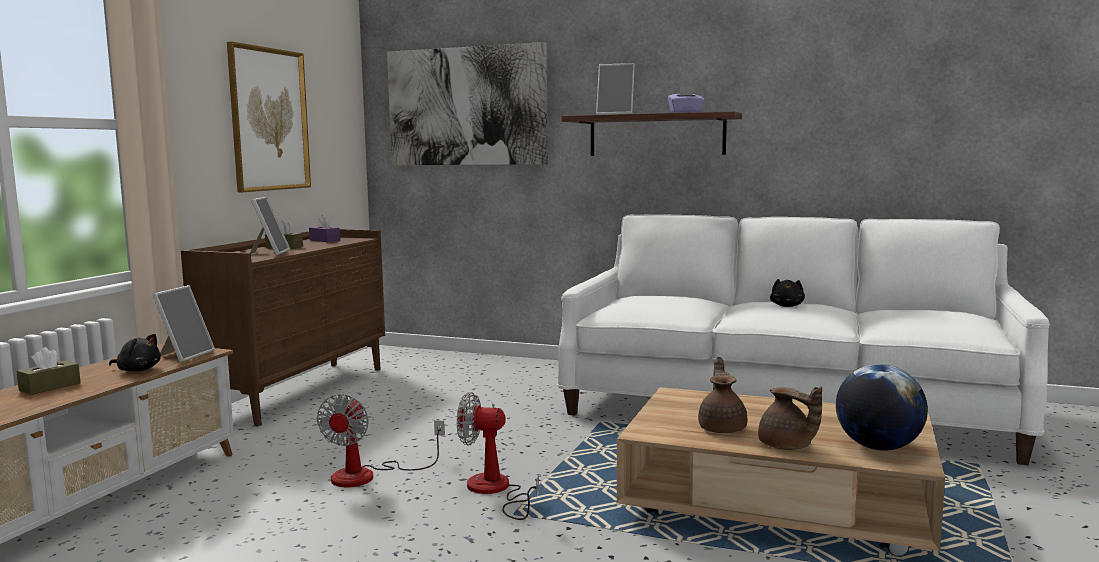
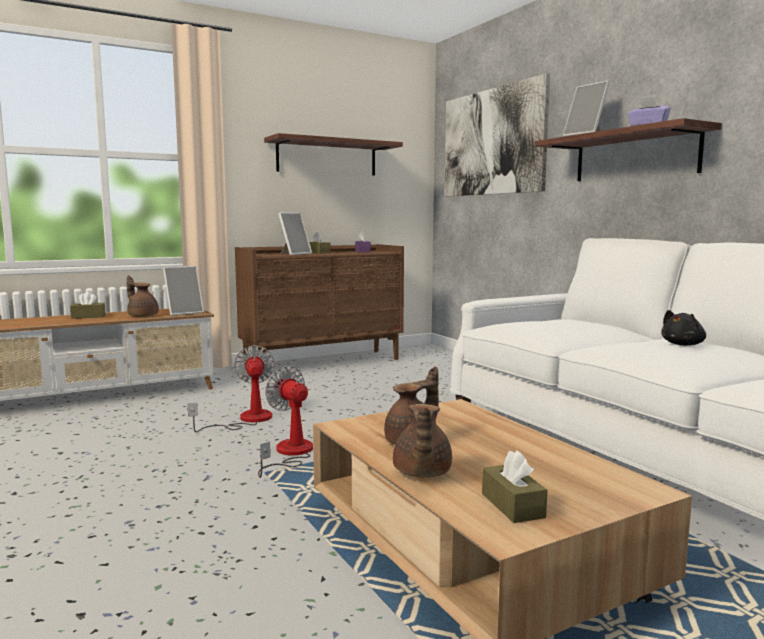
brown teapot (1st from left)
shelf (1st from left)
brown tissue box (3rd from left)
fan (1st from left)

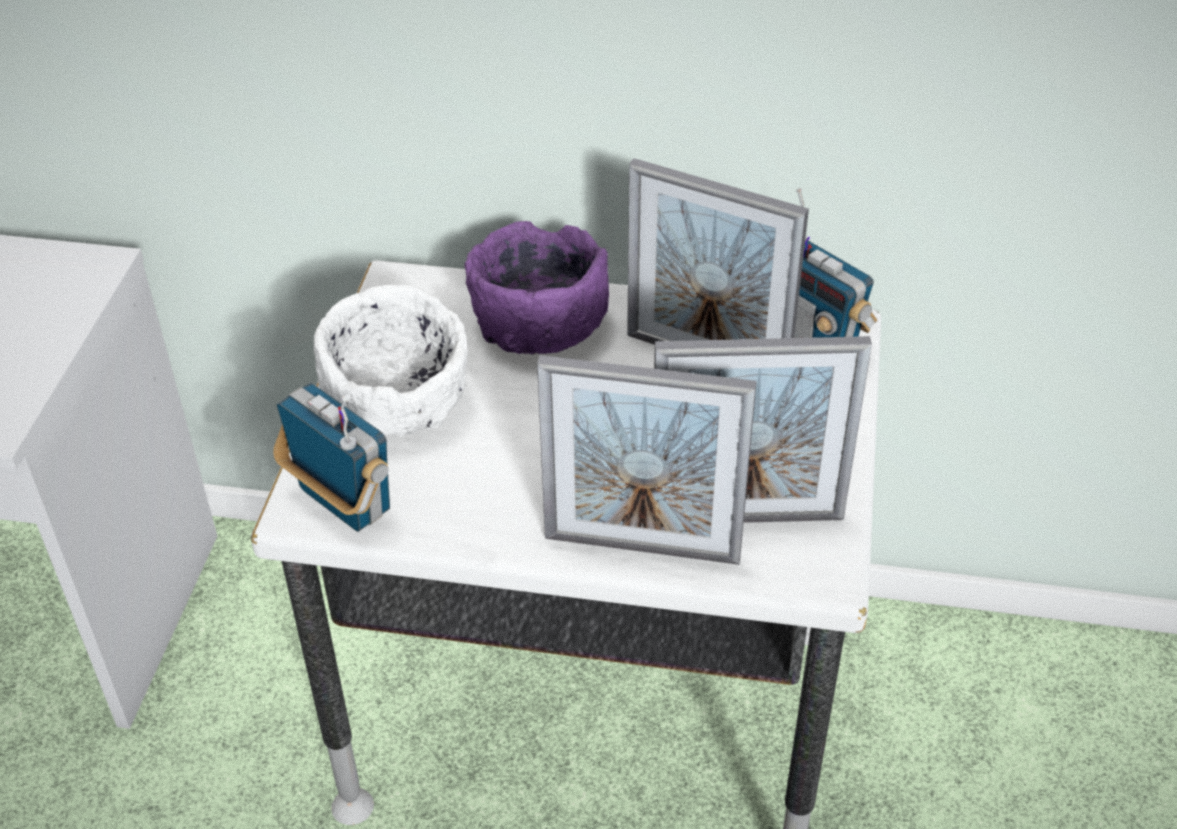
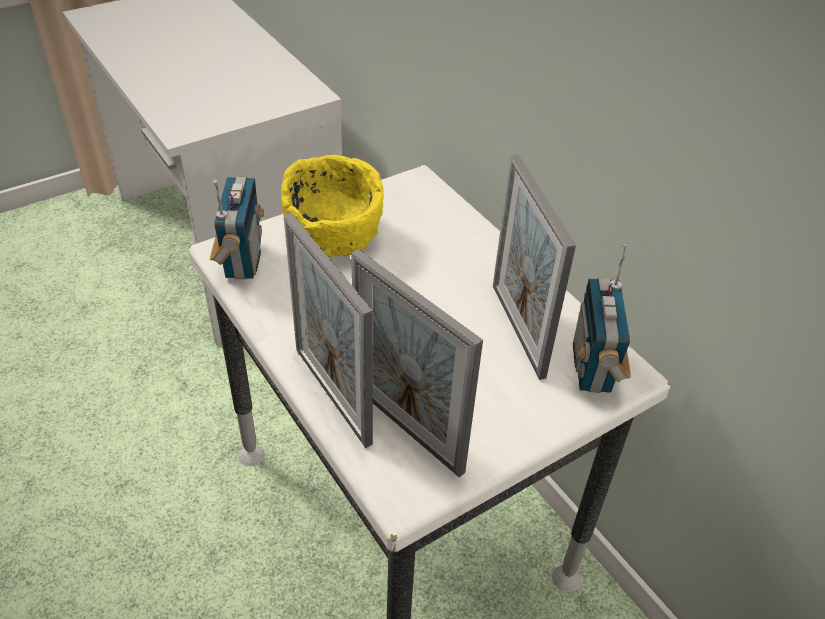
purple bowl
yellow bowl

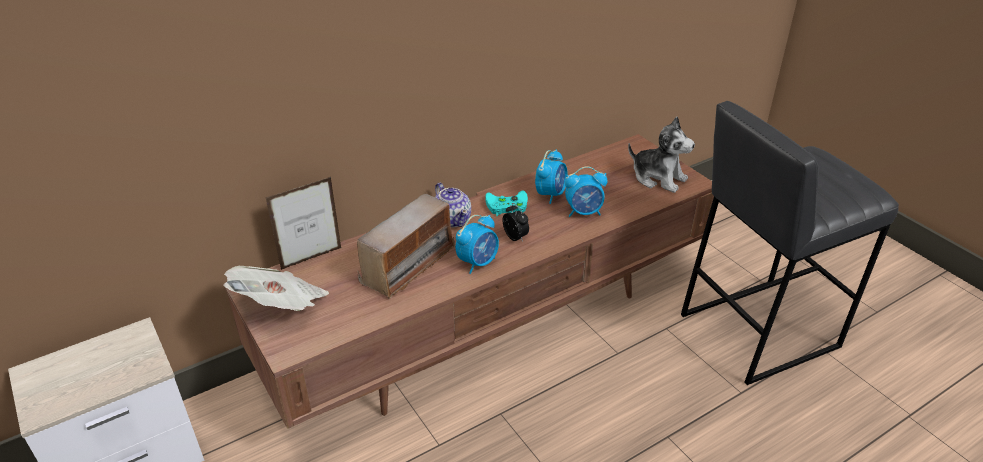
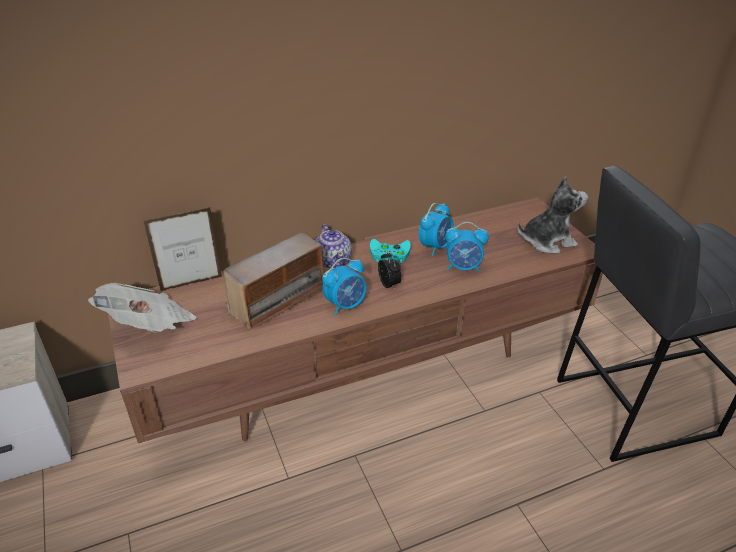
plush toy

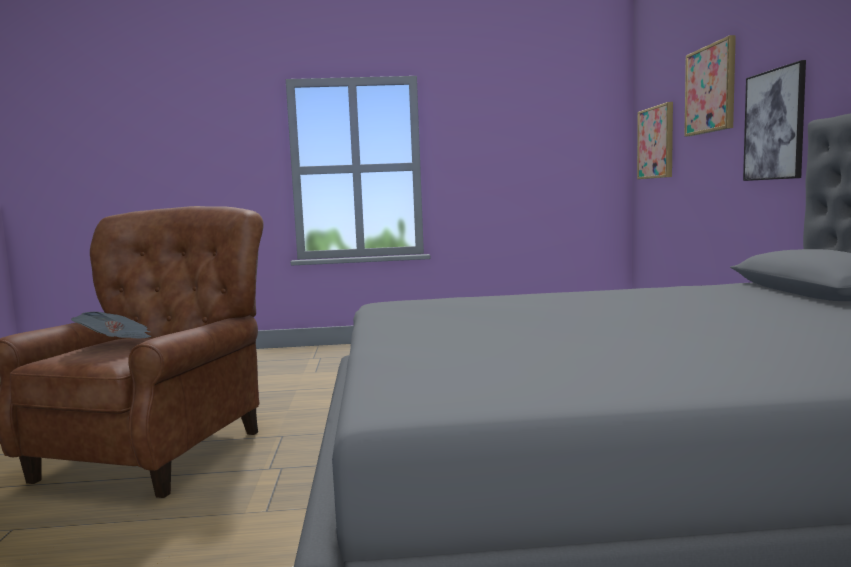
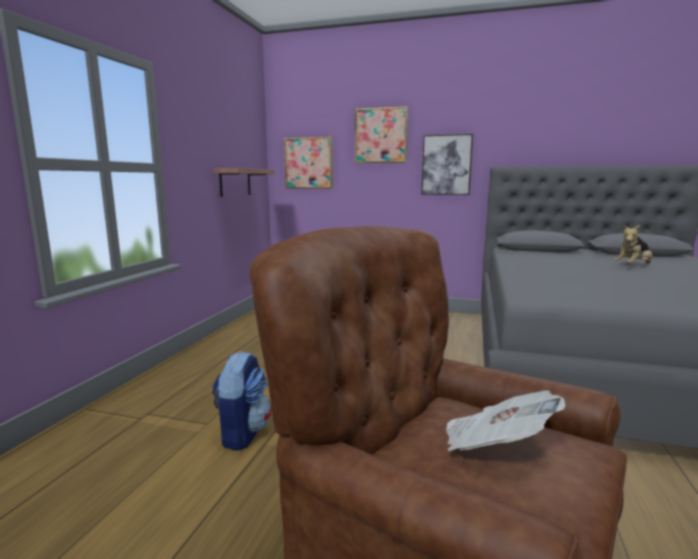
backpack
shelf
plush toy

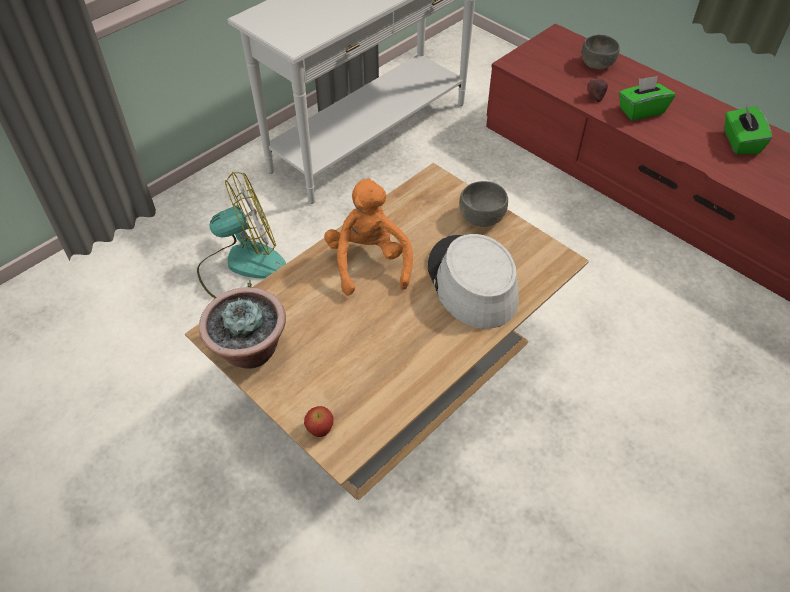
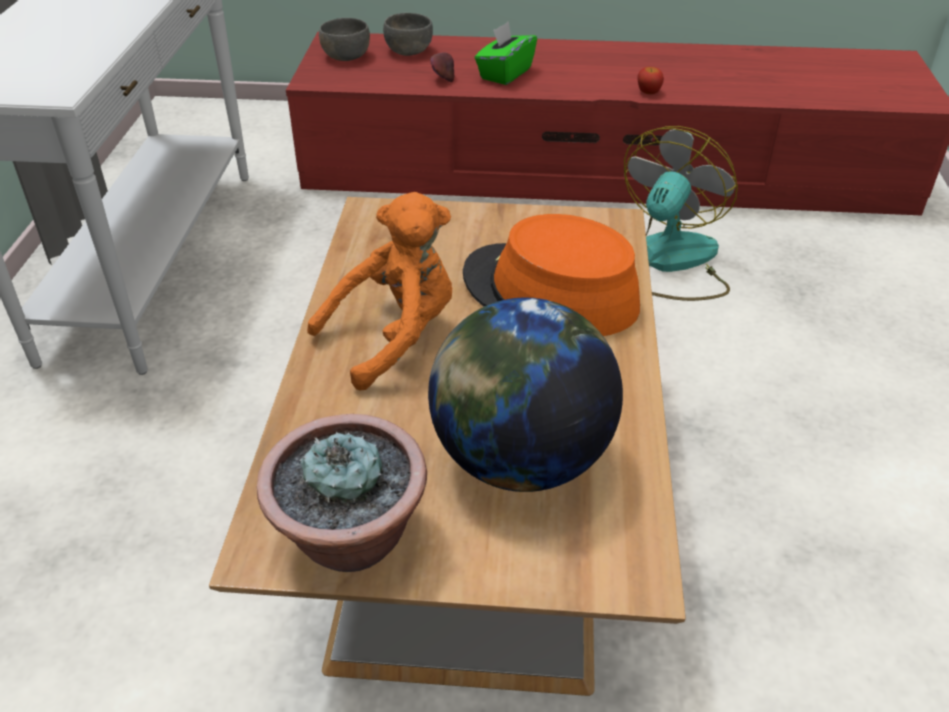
green tissue box (2nd from left in the first image)
globe
fan
apple (2nd from left)
grey bowl (1st from left)
orange hat
orange plush toy

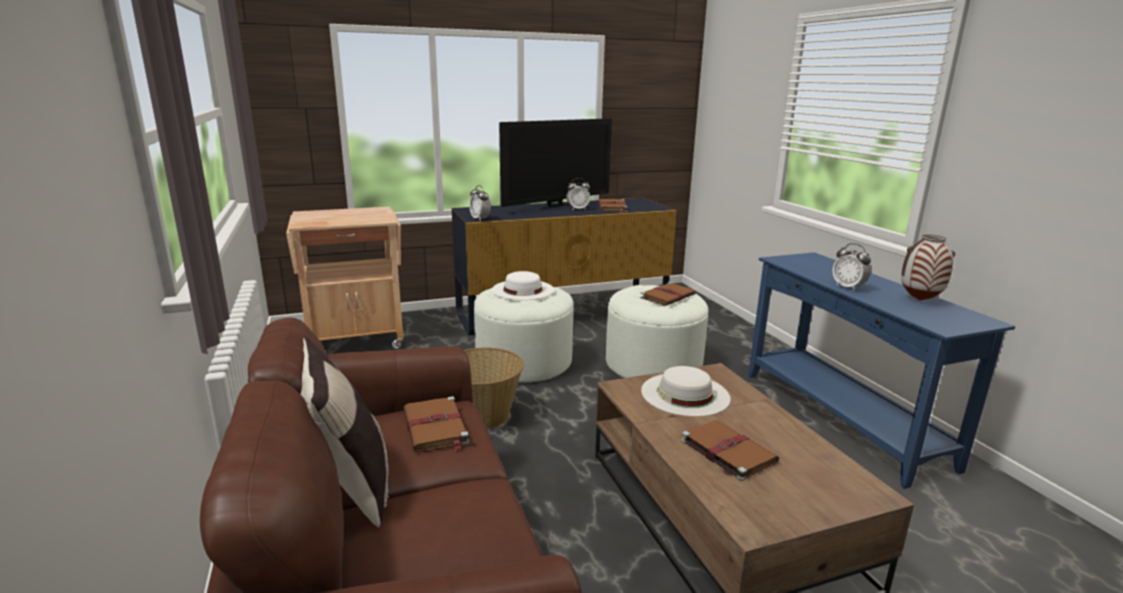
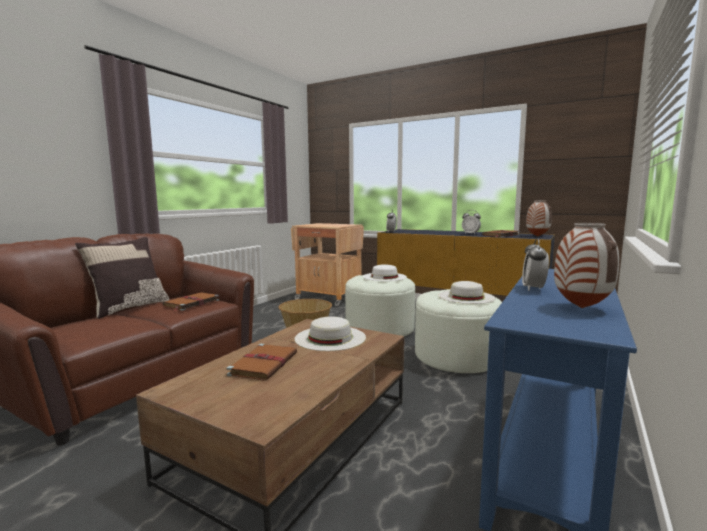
television
vase (1st from left)
white hat (3rd from left)

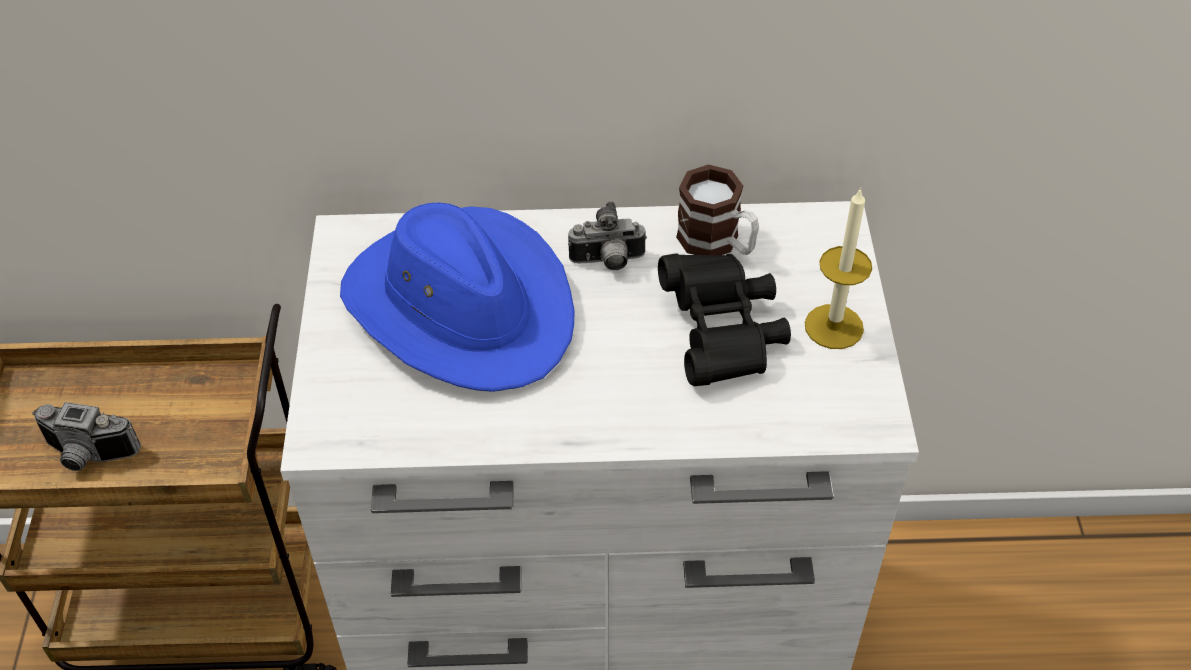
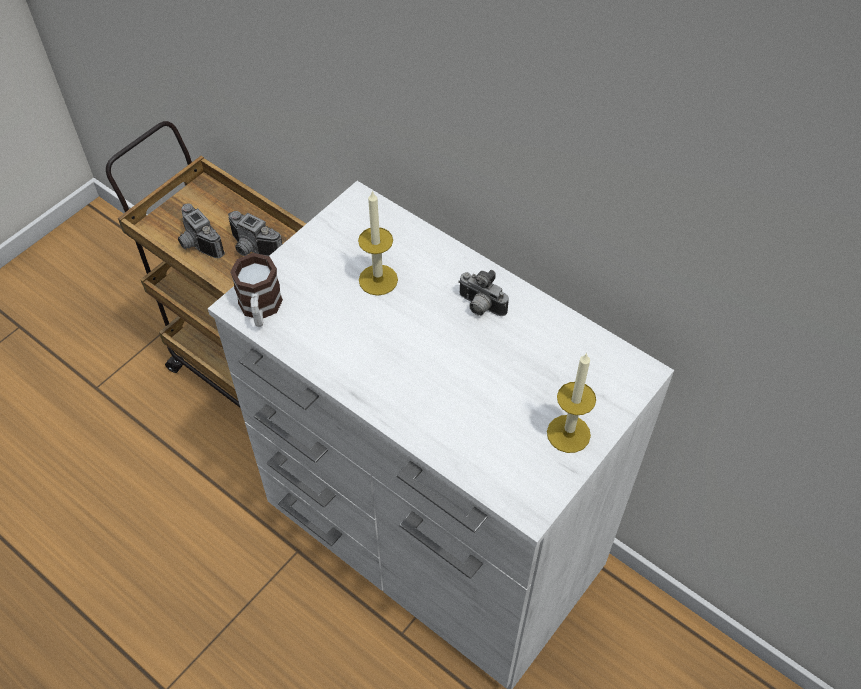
black binoculars
photo camera (2nd from left)
mug
candle (1st from left)

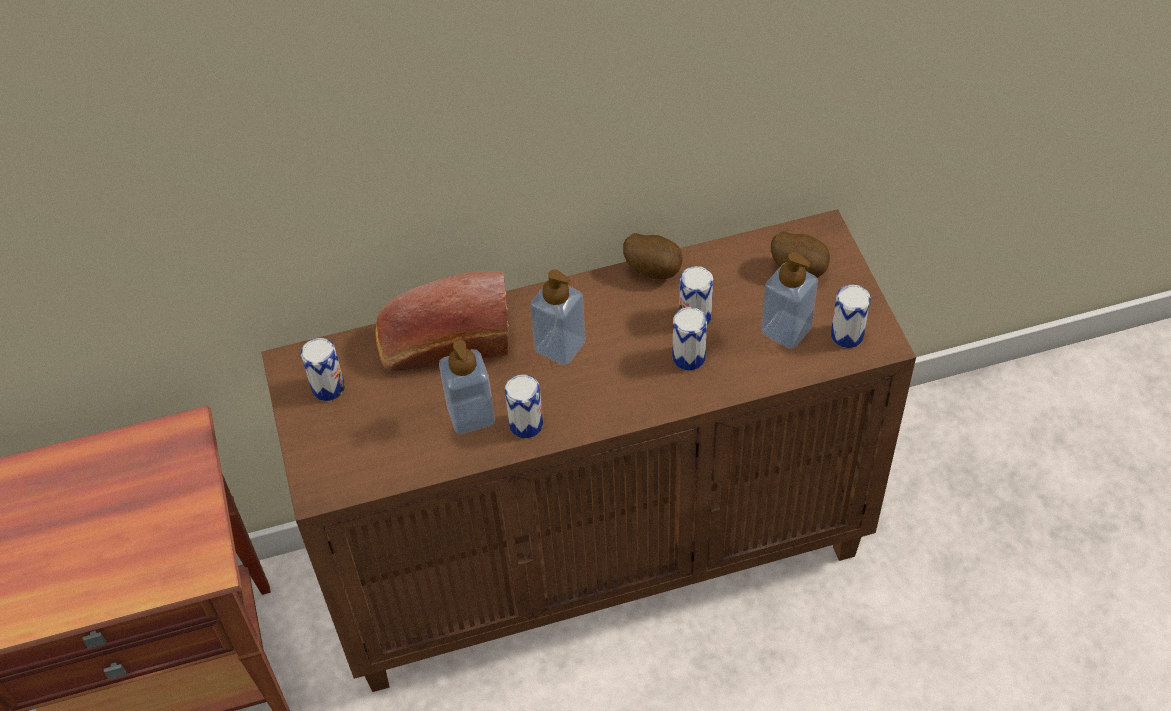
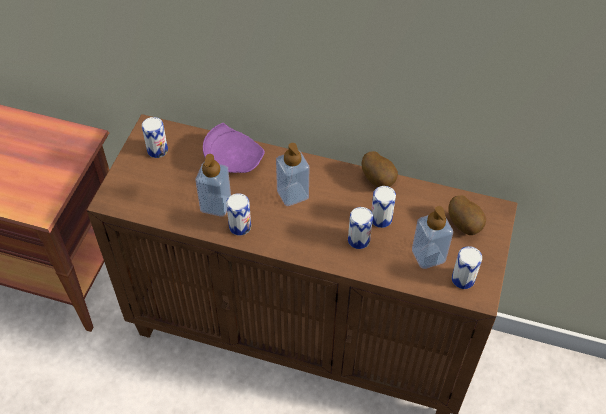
purple plate

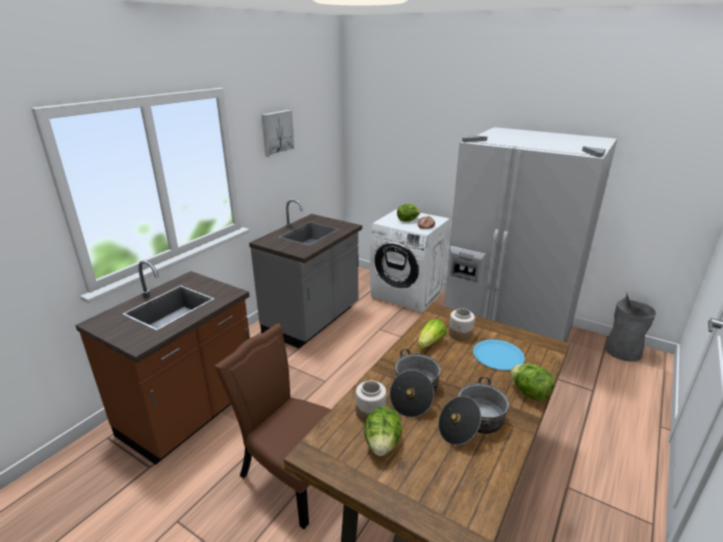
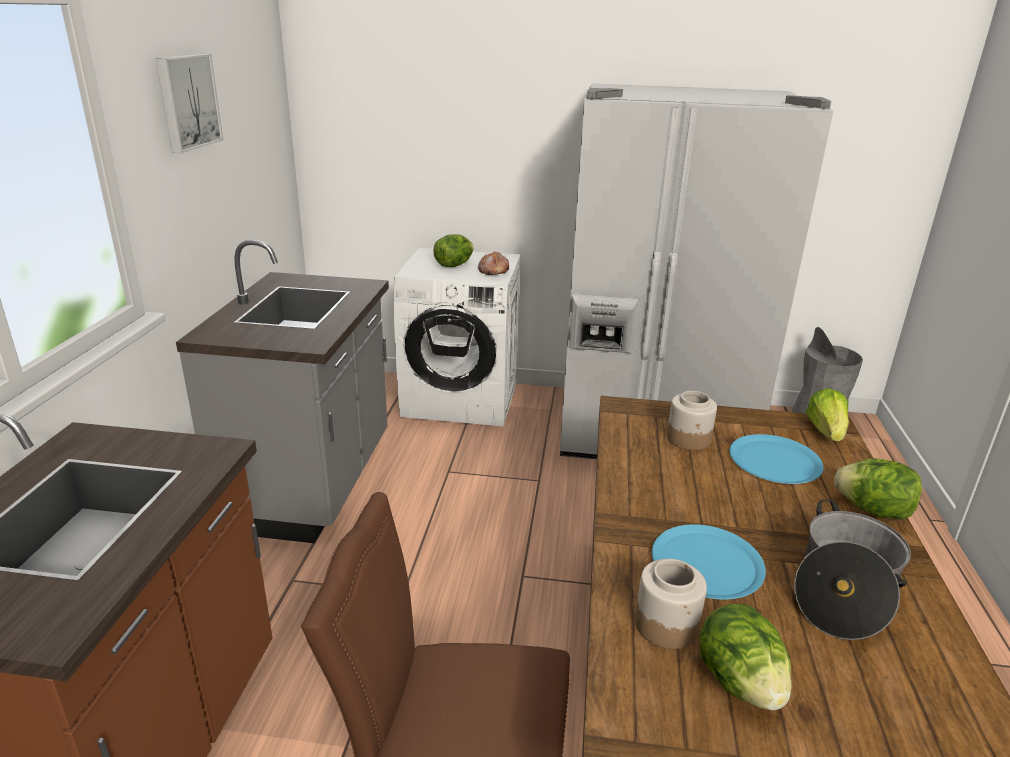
lettuce (3rd from left)
blue plate (1st from left)

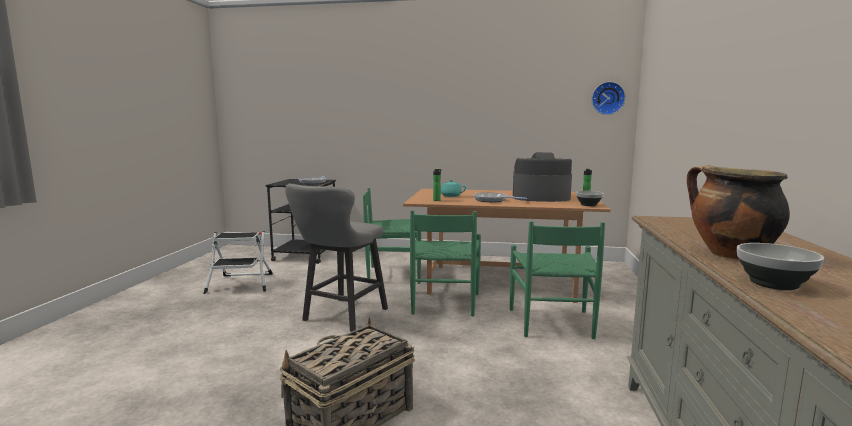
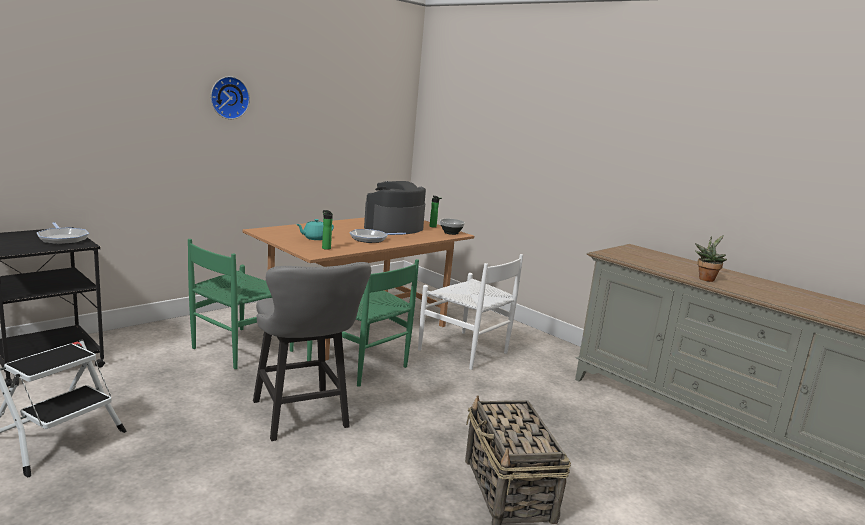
bowl (2nd from left in the first image)
wall clock
potted plant
white chair

